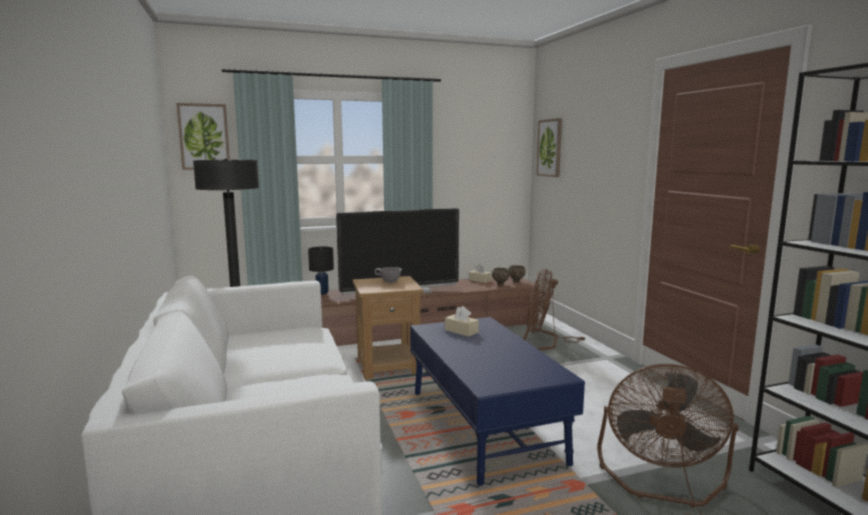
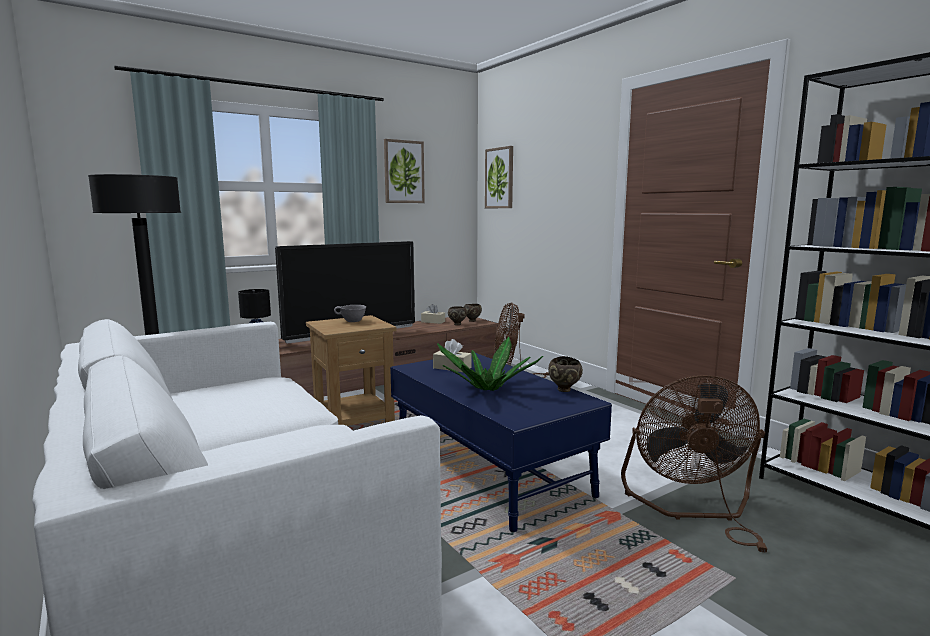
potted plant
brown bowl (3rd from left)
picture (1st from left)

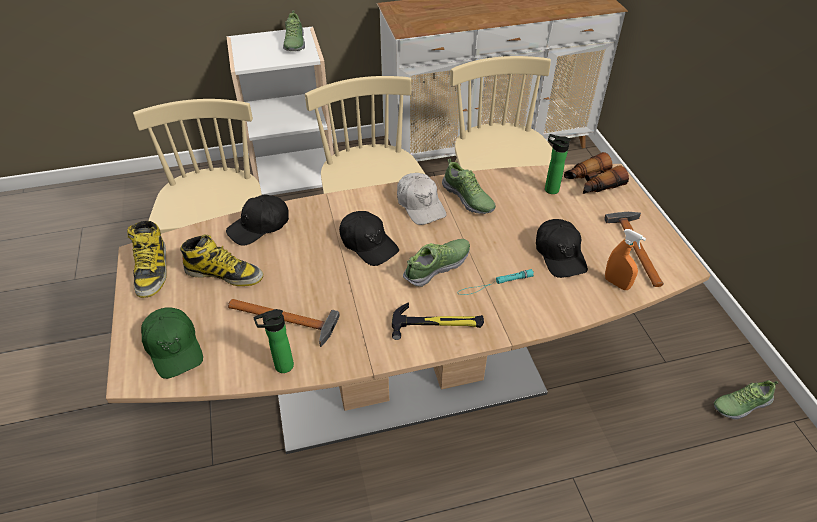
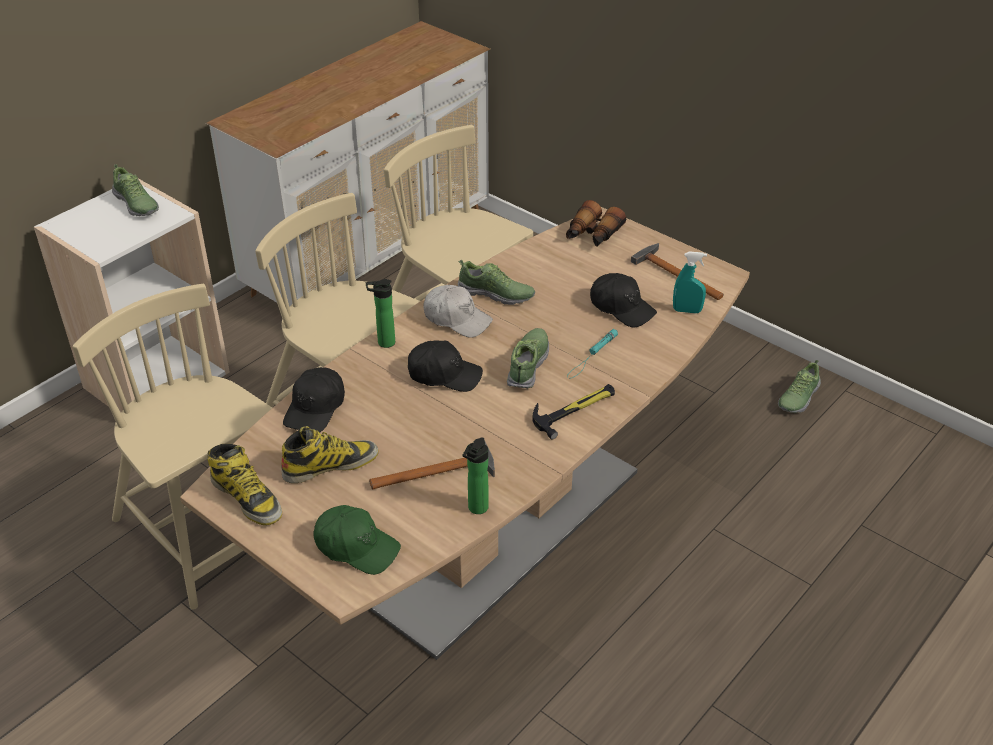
bottle (1st from left)
turquoise spray bottle

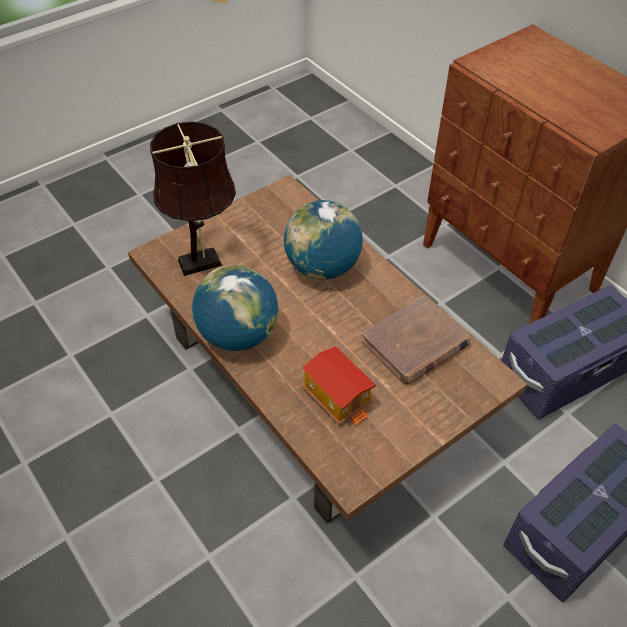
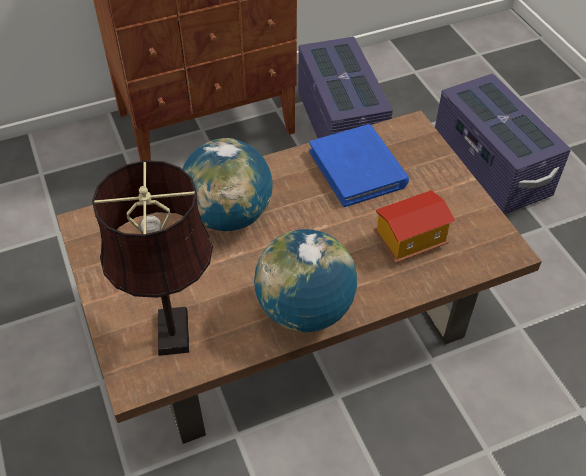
blue book

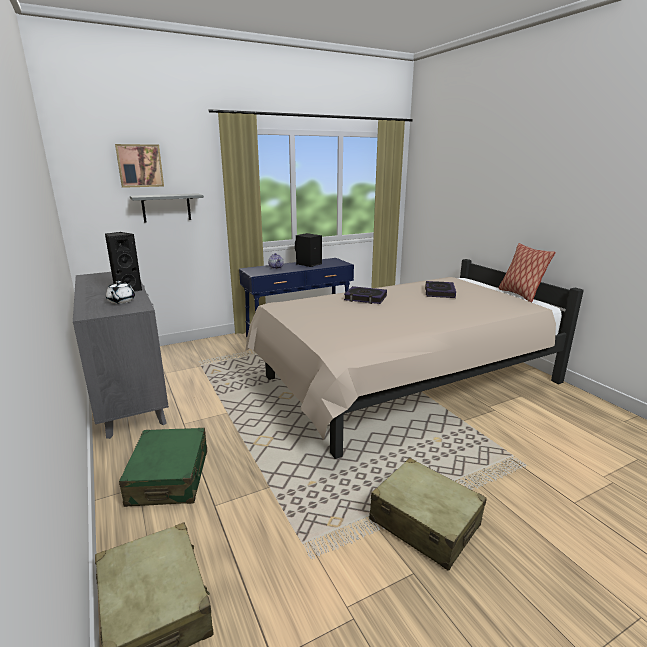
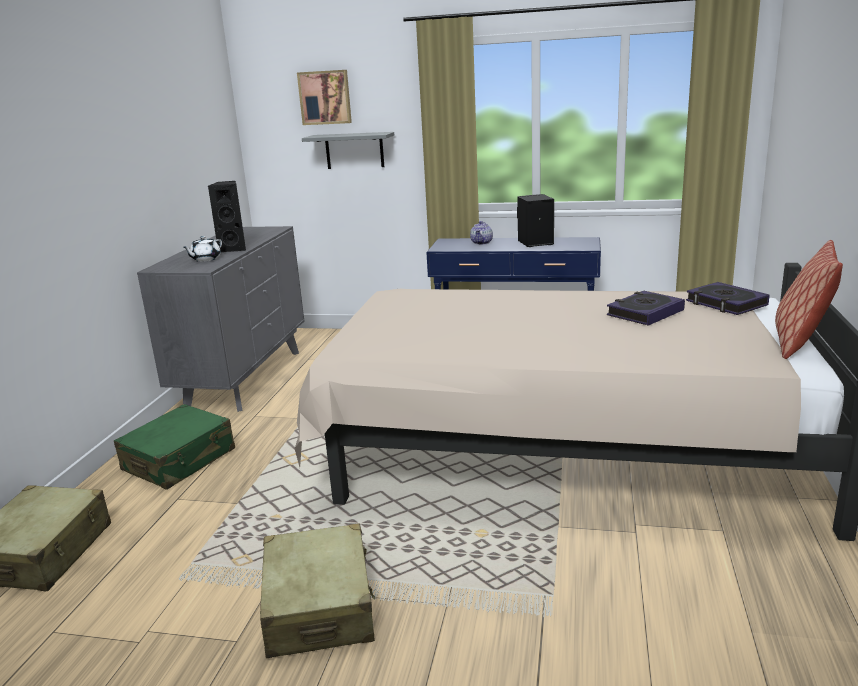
book (2nd from left)

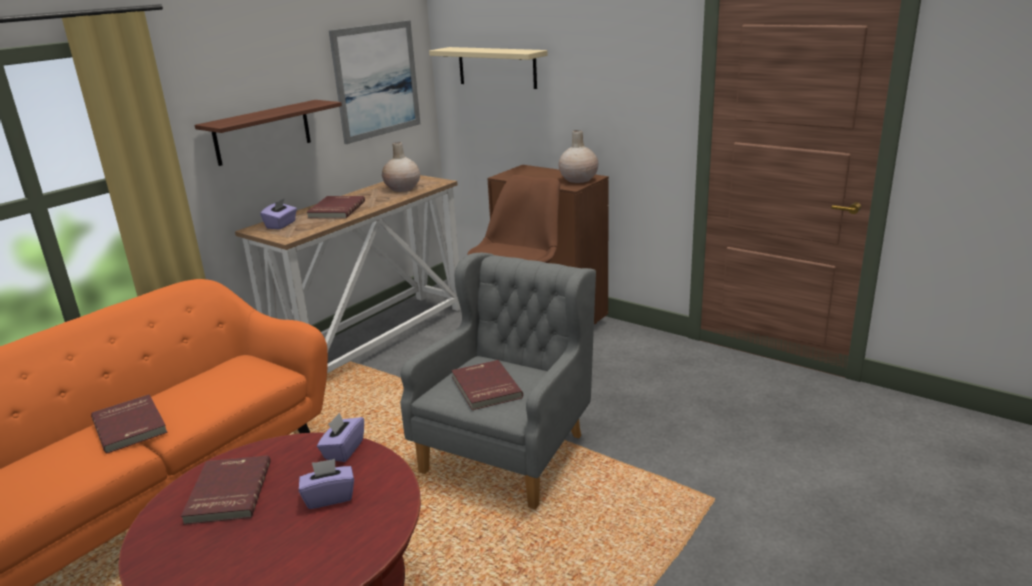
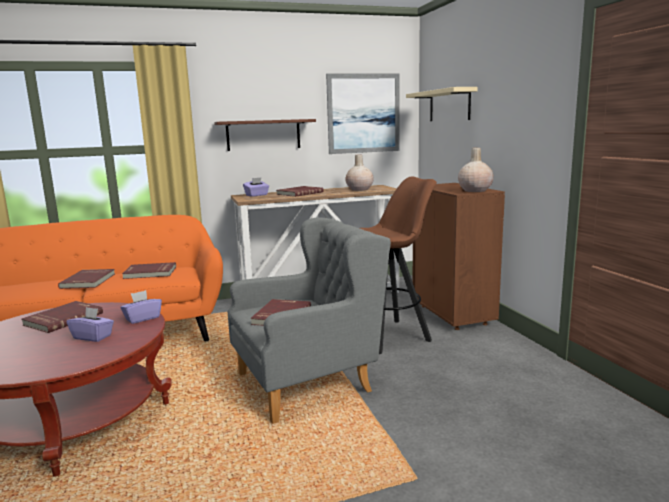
red book (3rd from left)

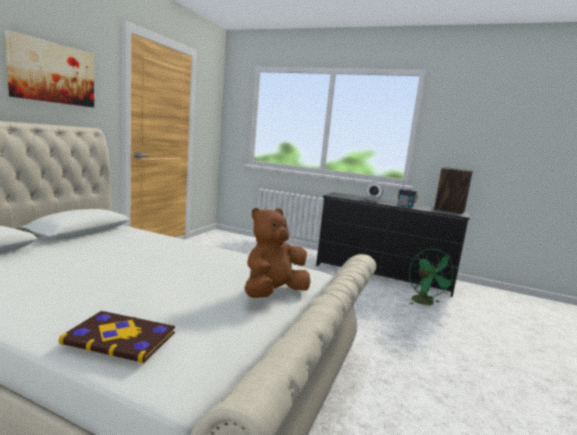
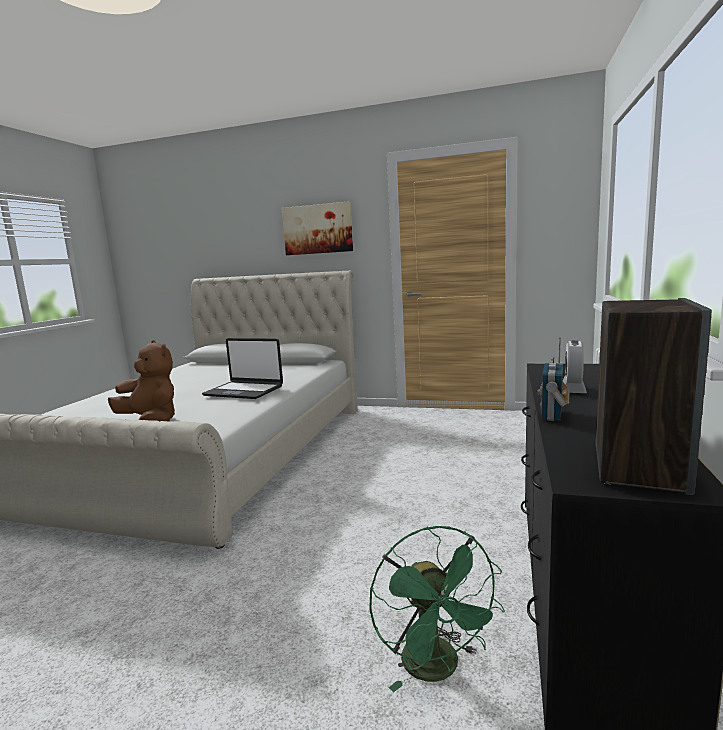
book
laptop
green fan

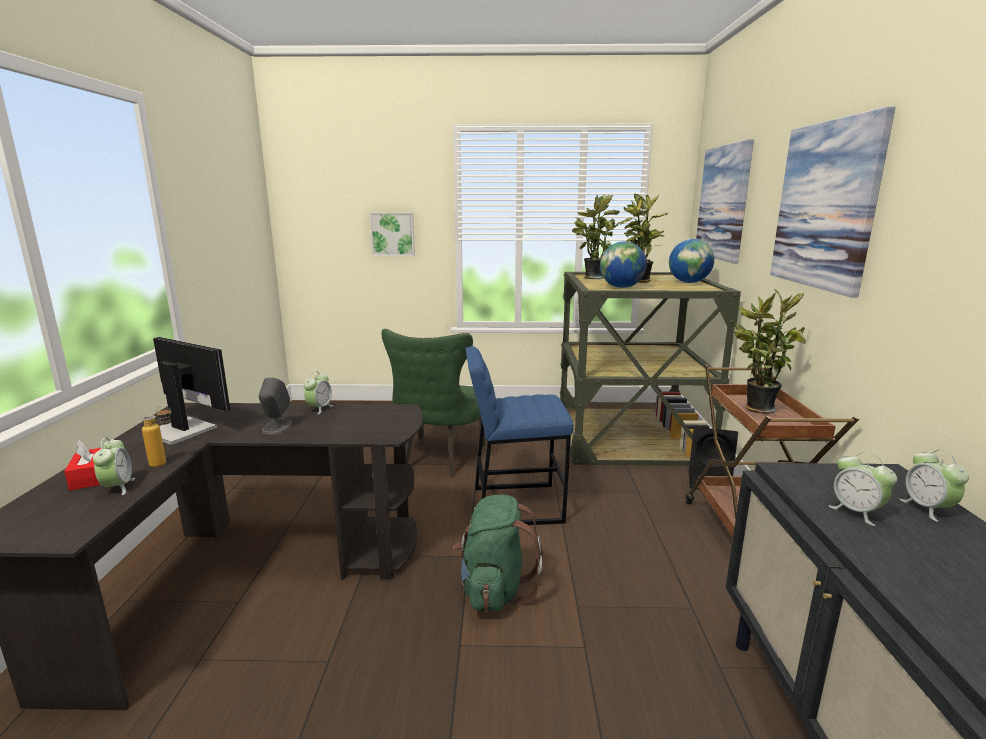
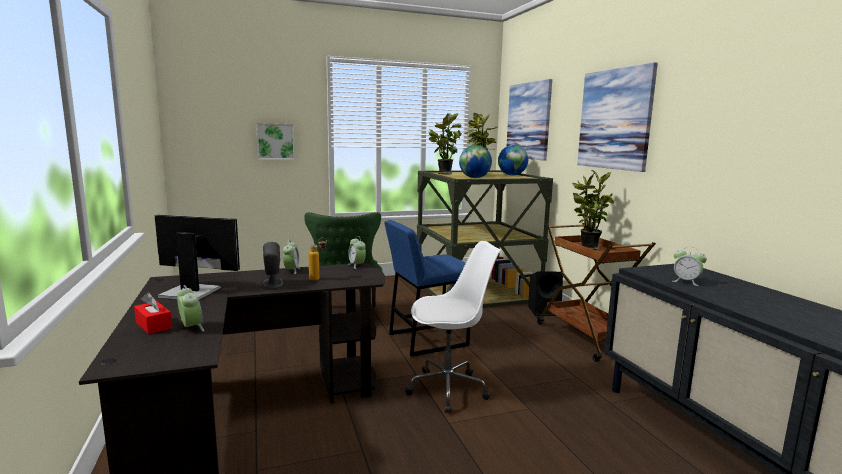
bottle
alarm clock (3rd from left)
white office chair

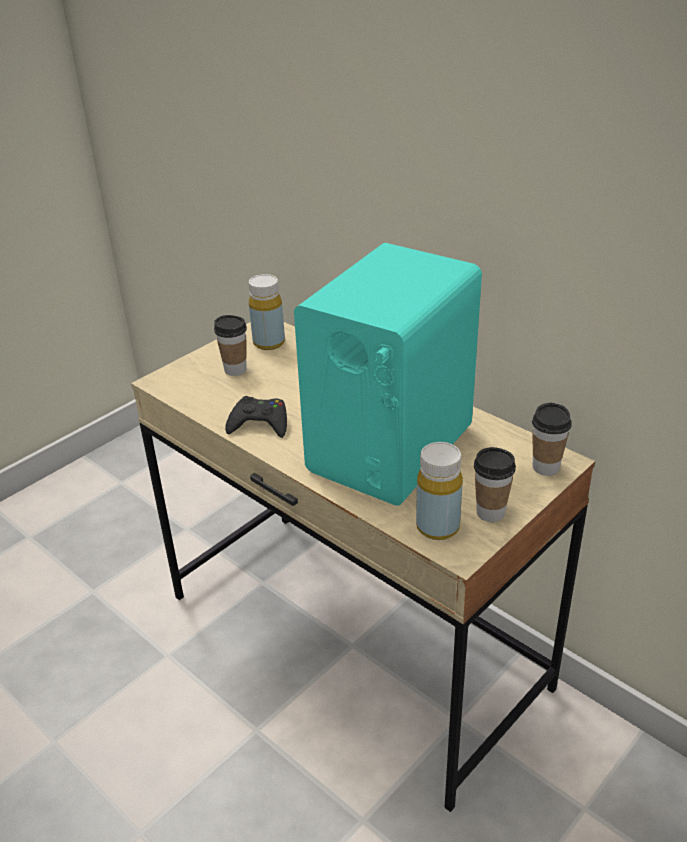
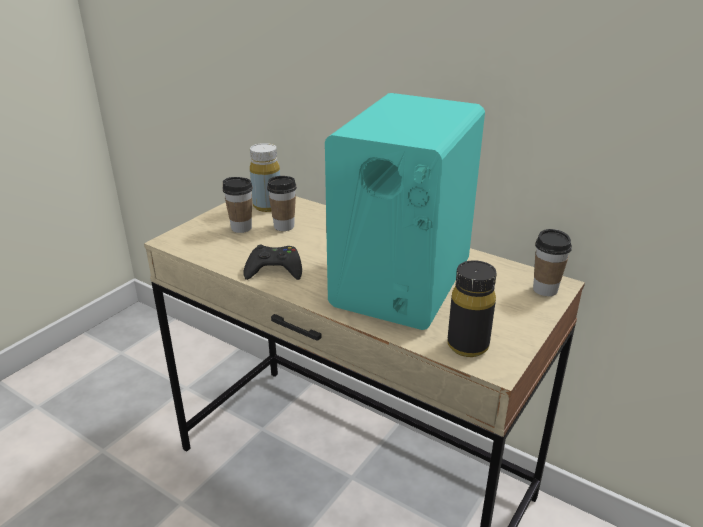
cup (2nd from left)
black bottle

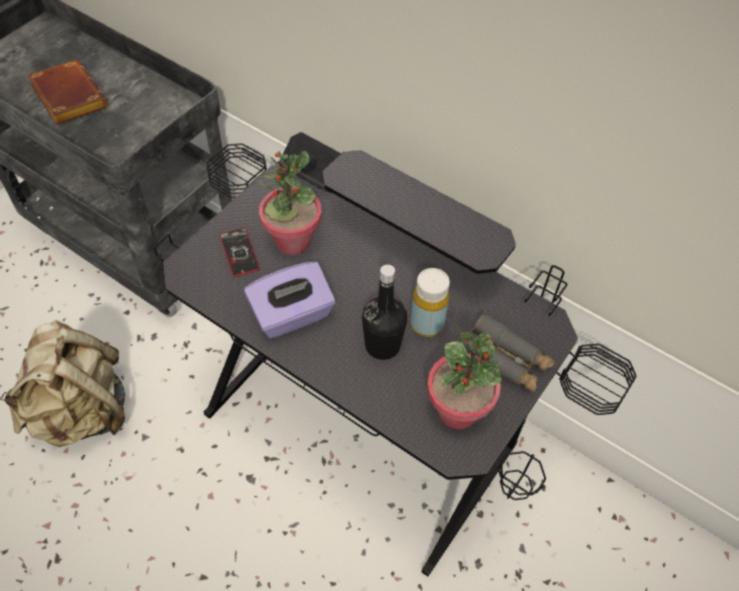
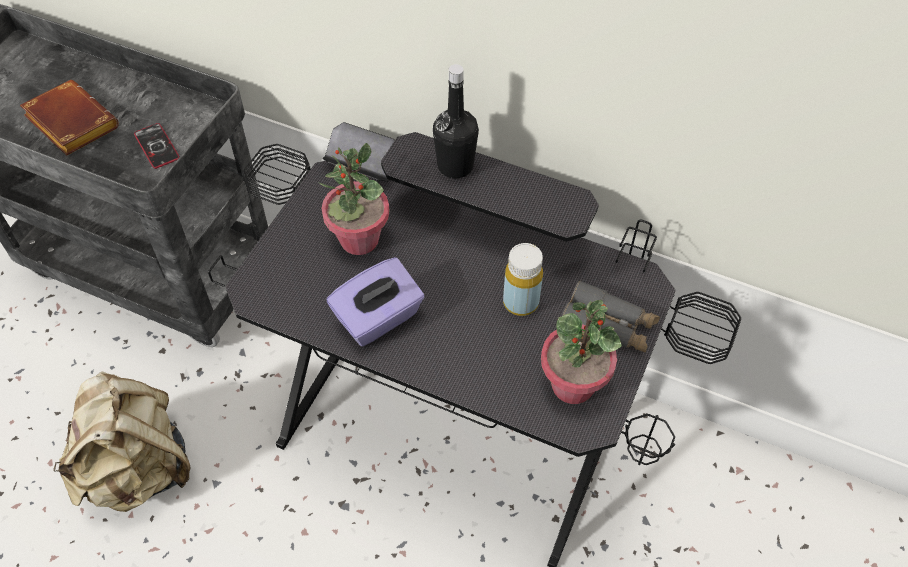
phone
black bottle

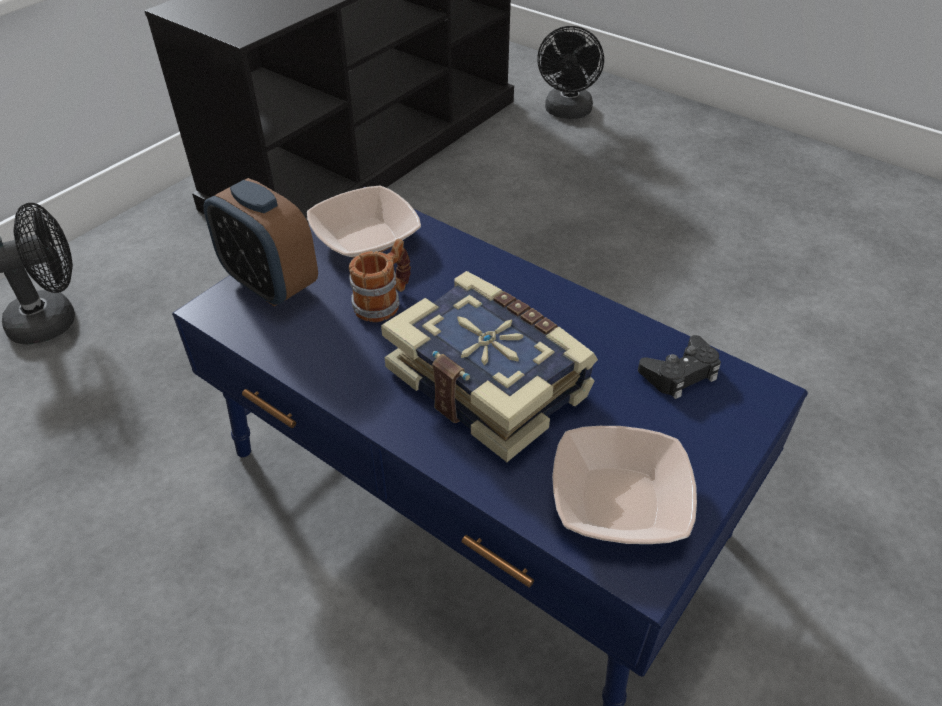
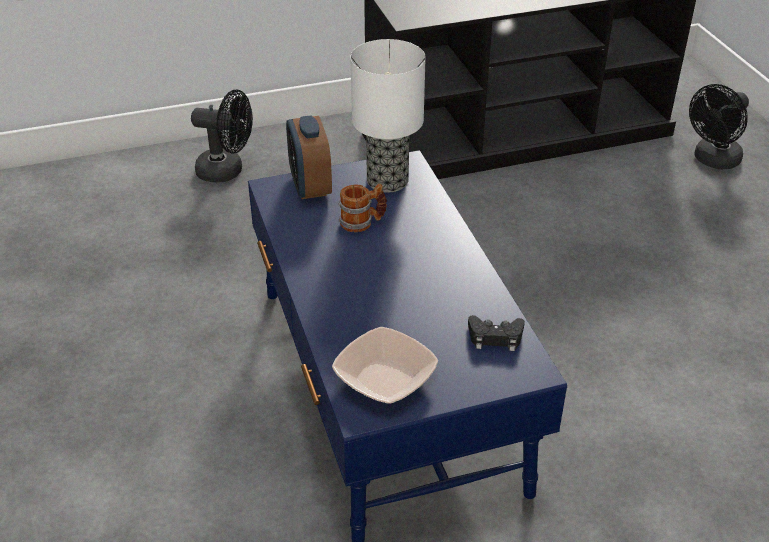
book
table lamp

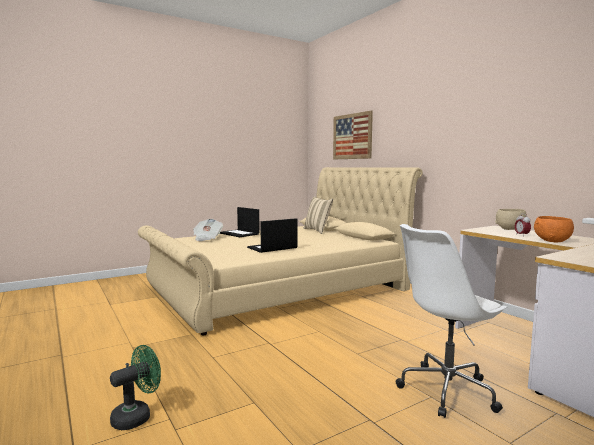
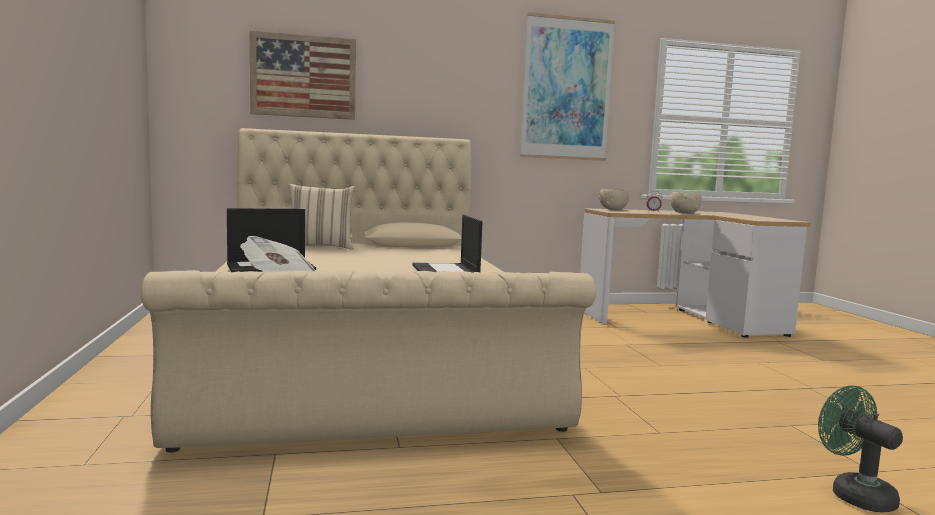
white office chair
picture (2nd from left)
beige bowl (2nd from left)

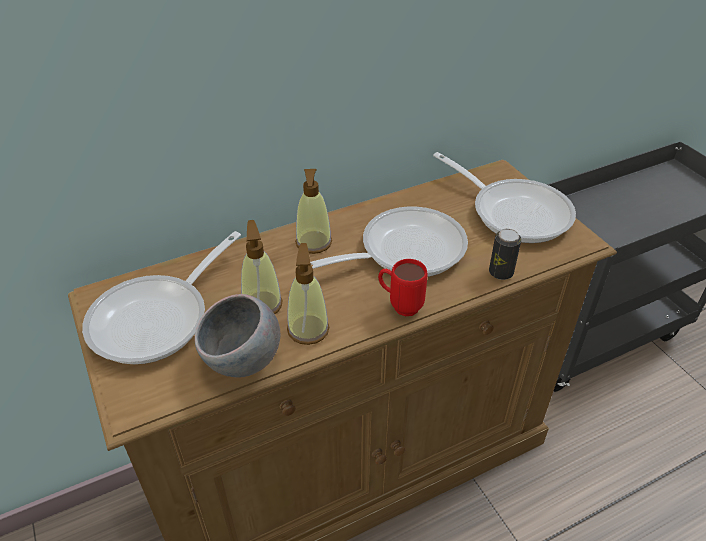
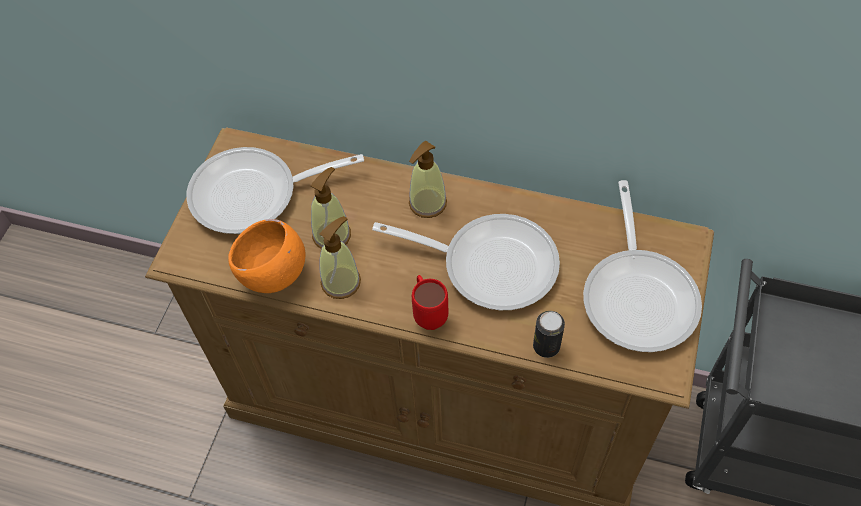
orange bowl

